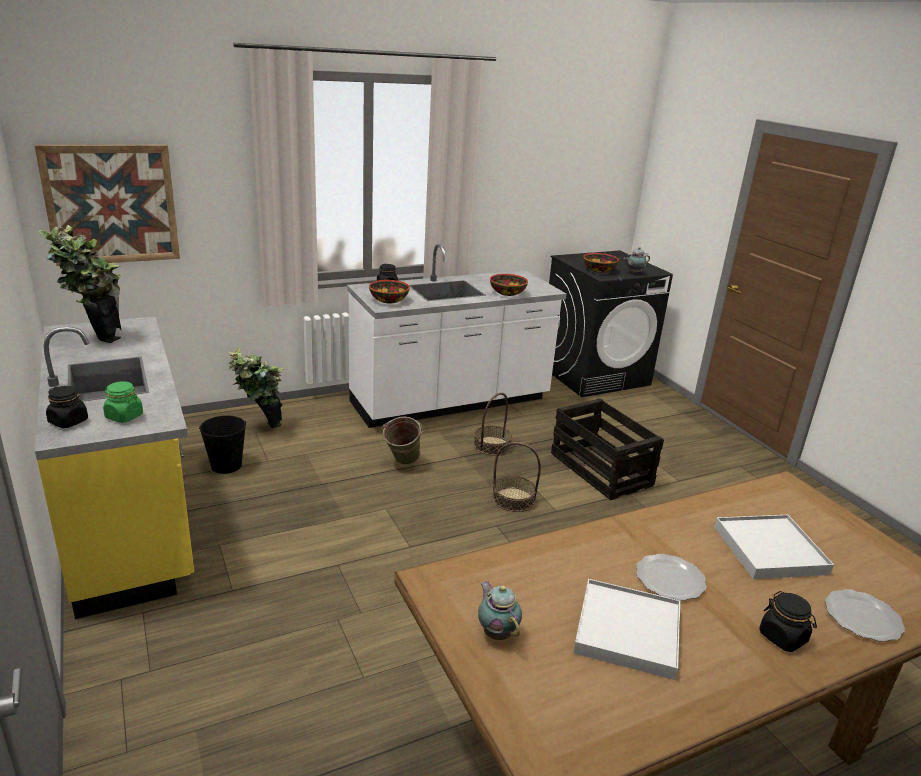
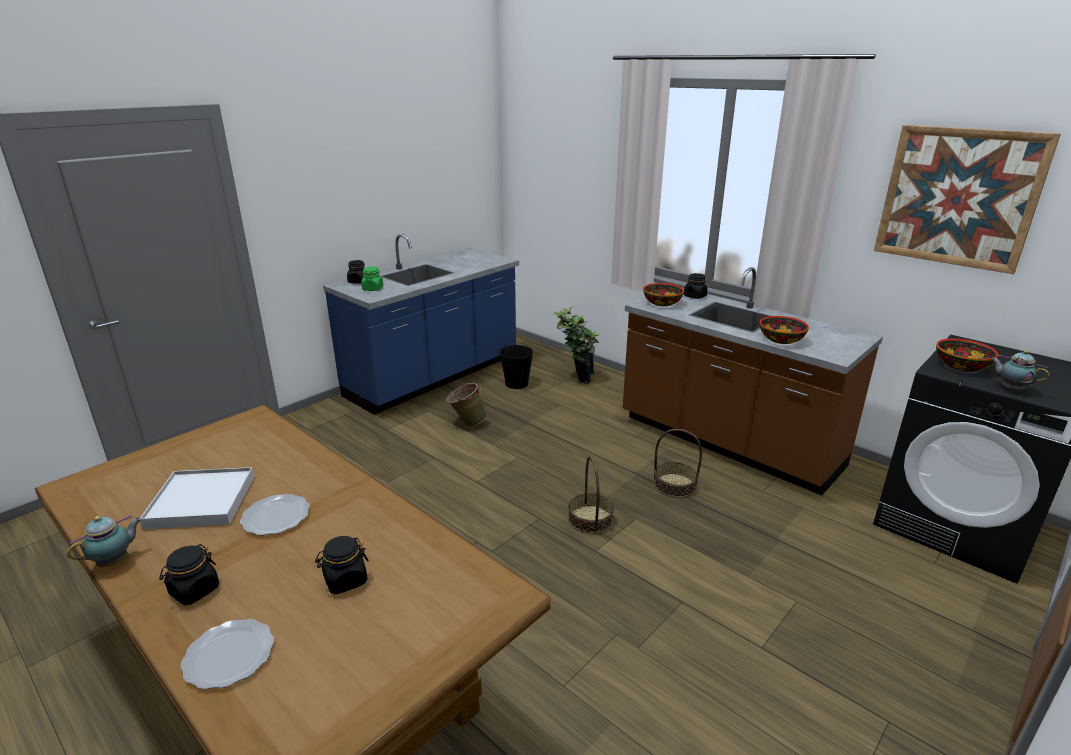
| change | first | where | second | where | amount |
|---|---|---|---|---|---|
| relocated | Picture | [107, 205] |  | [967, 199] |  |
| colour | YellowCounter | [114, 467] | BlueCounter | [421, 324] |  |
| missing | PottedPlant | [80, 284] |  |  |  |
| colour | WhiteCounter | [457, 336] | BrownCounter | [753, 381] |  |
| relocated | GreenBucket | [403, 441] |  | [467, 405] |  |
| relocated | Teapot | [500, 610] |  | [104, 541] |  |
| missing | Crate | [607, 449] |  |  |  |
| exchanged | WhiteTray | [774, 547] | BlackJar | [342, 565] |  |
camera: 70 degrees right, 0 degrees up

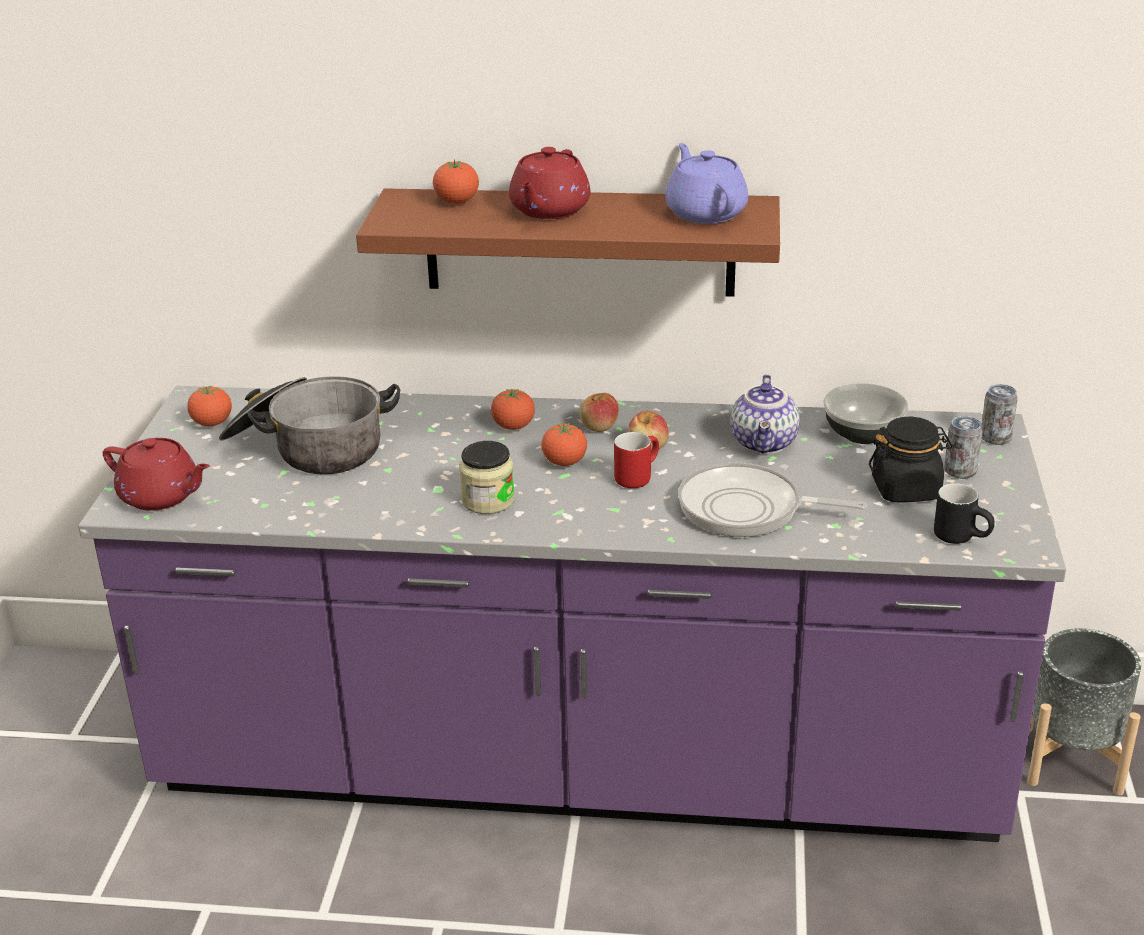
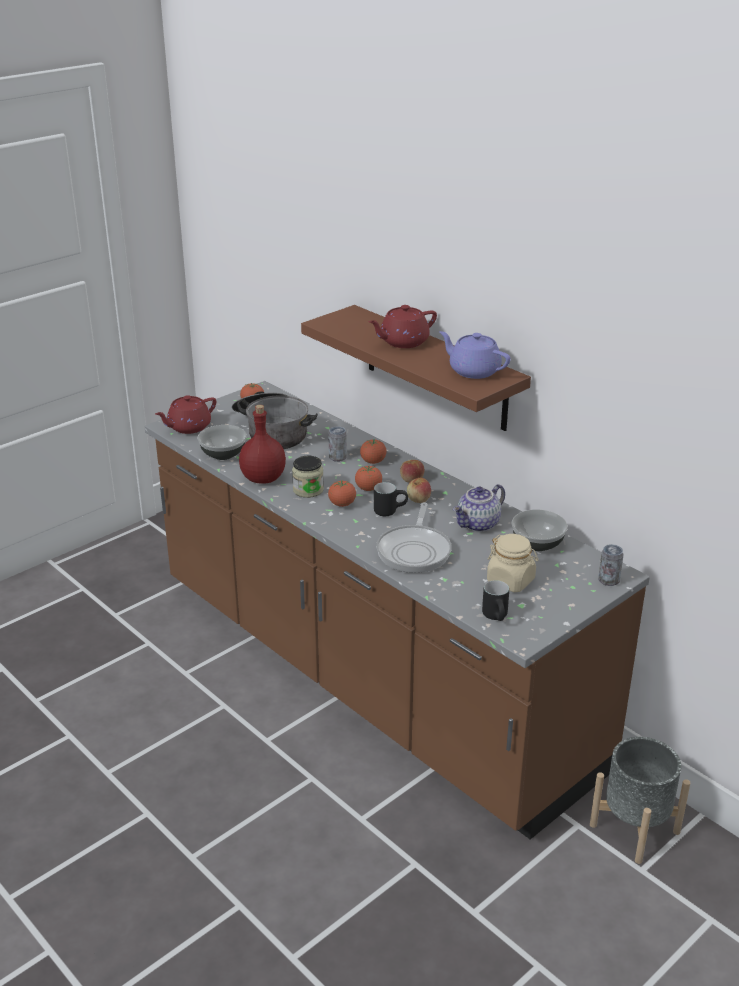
| change | first | where | second | where | amount |
|---|---|---|---|---|---|
| colour | PurpleCounter | [572, 614] | BrownCounter | [397, 610] |  |
| spun | RedTeapot | [156, 474] |  | [185, 414] | 75 degrees clockwise |
| relocated | Tomato | [456, 181] |  | [342, 493] |  |
| colour | RedMug | [636, 460] | BlackMug | [391, 499] |  |
| spun | PurpleTeapot | [706, 183] |  | [475, 355] | 75 degrees counterclockwise |
| spun | FryingPan | [772, 500] |  | [414, 538] | 135 degrees counterclockwise |
| colour | BlackJar | [910, 459] | BeigeJar | [513, 563] |  |
| relocated | Can | [963, 447] |  | [338, 444] |  |
| appeared |  |  | Bowl | [222, 442] |  |
| appeared |  |  | RedBottle | [262, 444] |  |
camera: 40 degrees right, 0 degrees up

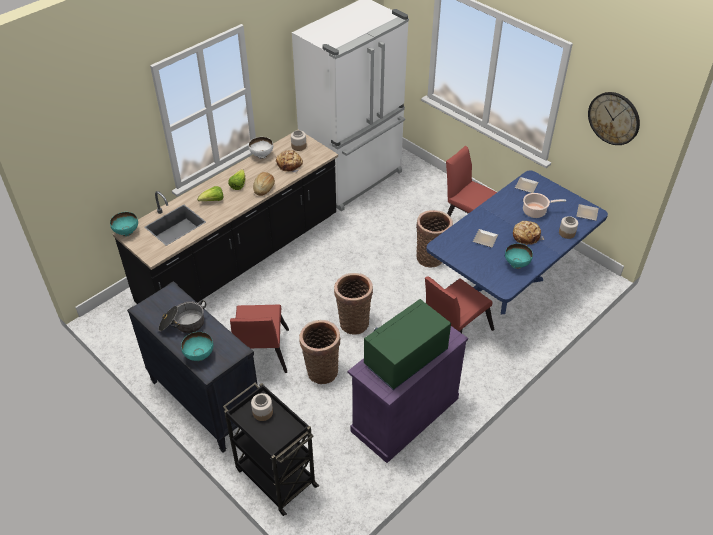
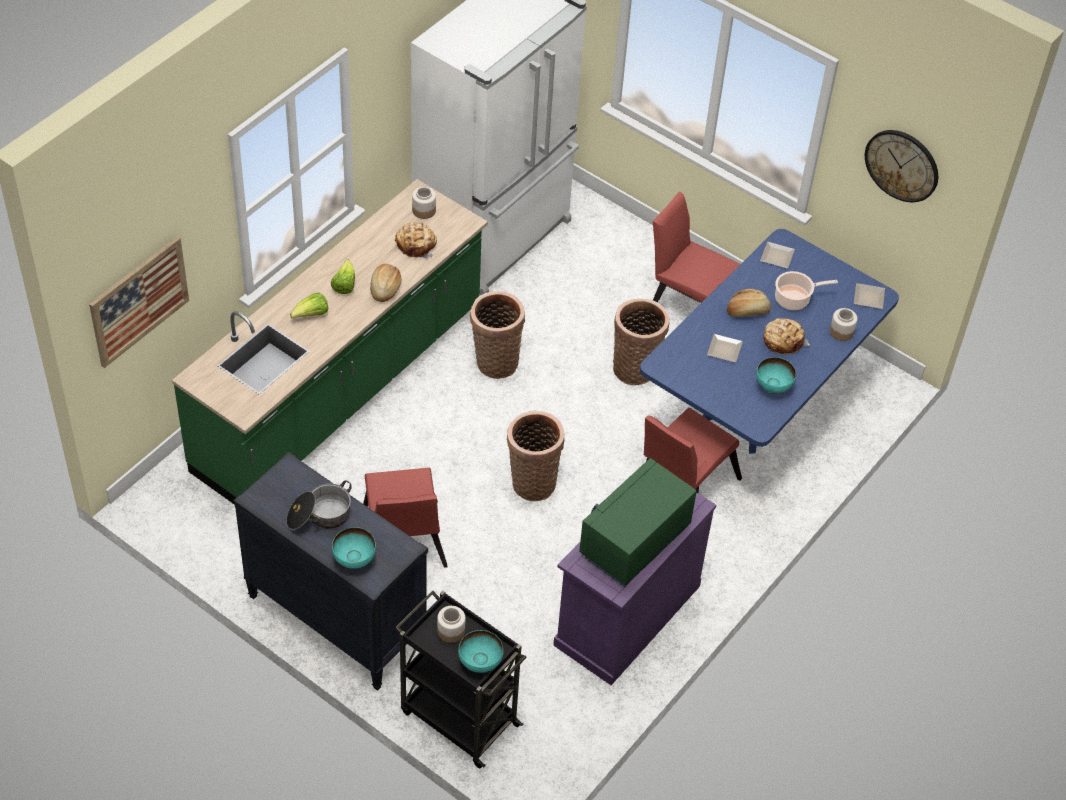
| change | first | where | second | where | amount |
|---|---|---|---|---|---|
| relocated | TurquoiseBowl | [124, 224] |  | [480, 651] |  |
| colour | BlackCounter | [225, 216] | GreenCounter | [330, 341] |  |
| missing | WhiteBowl | [261, 148] |  |  |  |
| relocated | Basket | [319, 352] |  | [497, 335] |  |
| appeared |  |  | Picture | [139, 302] |  |
| appeared |  |  | Bread | [749, 303] |  |
camera: 10 degrees left, 5 degrees up

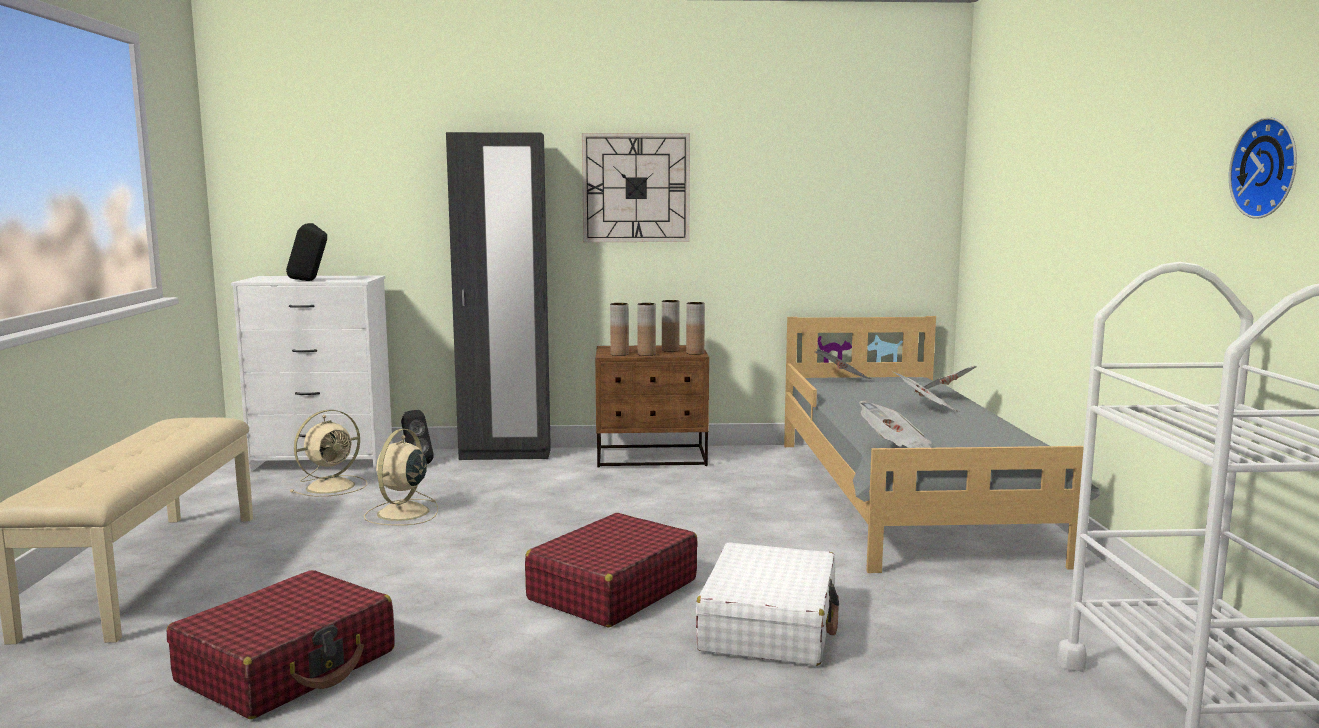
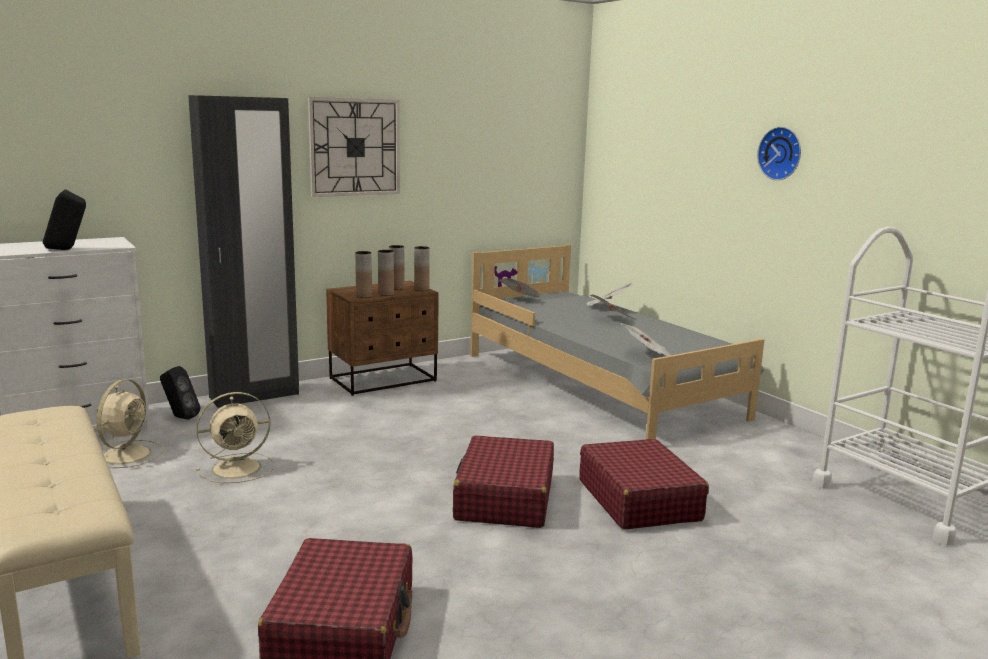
| change | first | where | second | where | amount |
|---|---|---|---|---|---|
| spun | BeigeFan | [401, 477] |  | [235, 437] | 105 degrees counterclockwise |
| colour | WhiteSuitcase | [767, 604] | RedSuitcase | [644, 484] |  |
| relocated | WallClock | [1263, 168] |  | [779, 153] |  |
camera: 30 degrees left, 5 degrees up

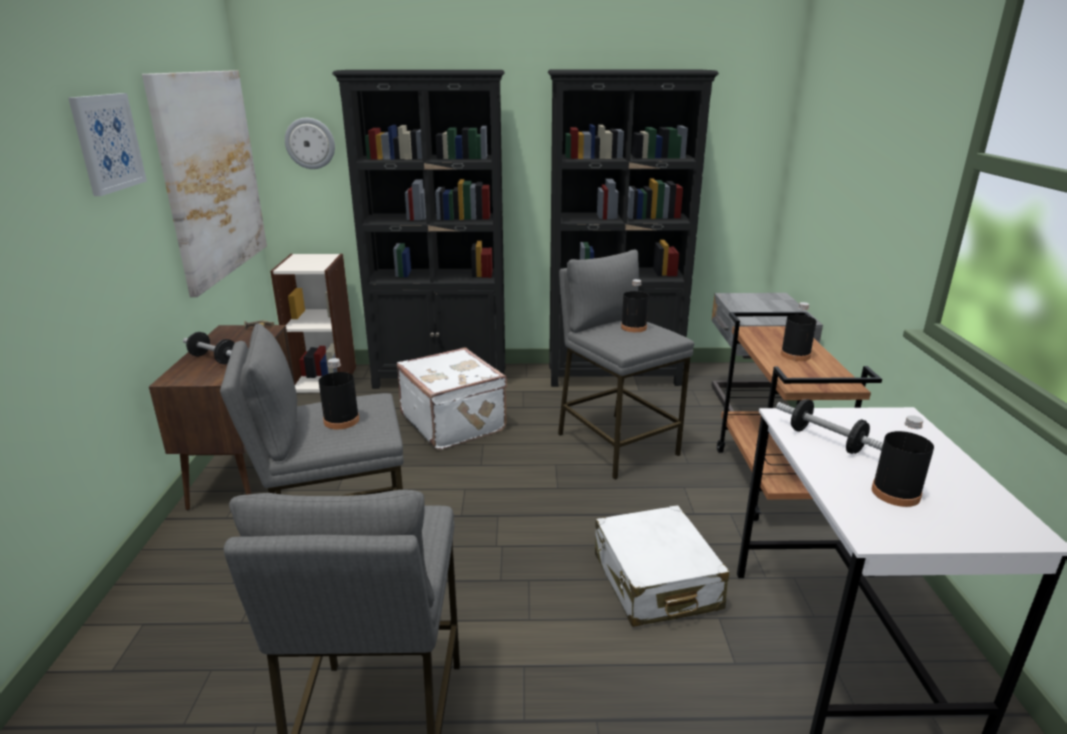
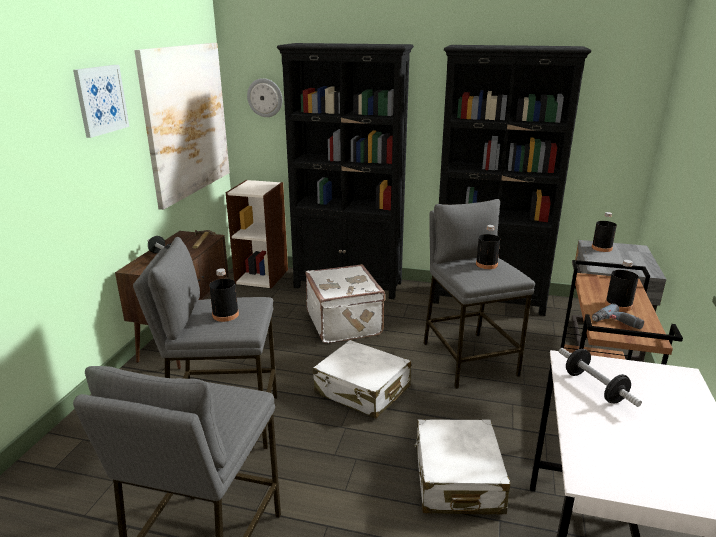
| change | first | where | second | where | amount |
|---|---|---|---|---|---|
| relocated | BlackBottle | [903, 461] |  | [604, 232] |  |
| appeared |  |  | WhiteSuitcase | [362, 379] |  |
| appeared |  |  | PowerDrill | [618, 316] |  |
camera: 15 degrees right, 0 degrees up

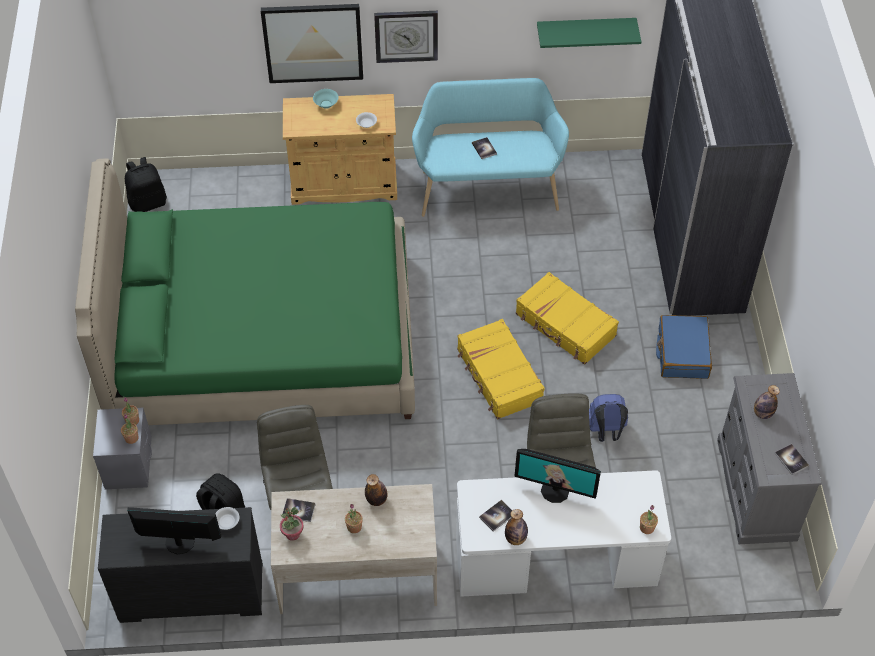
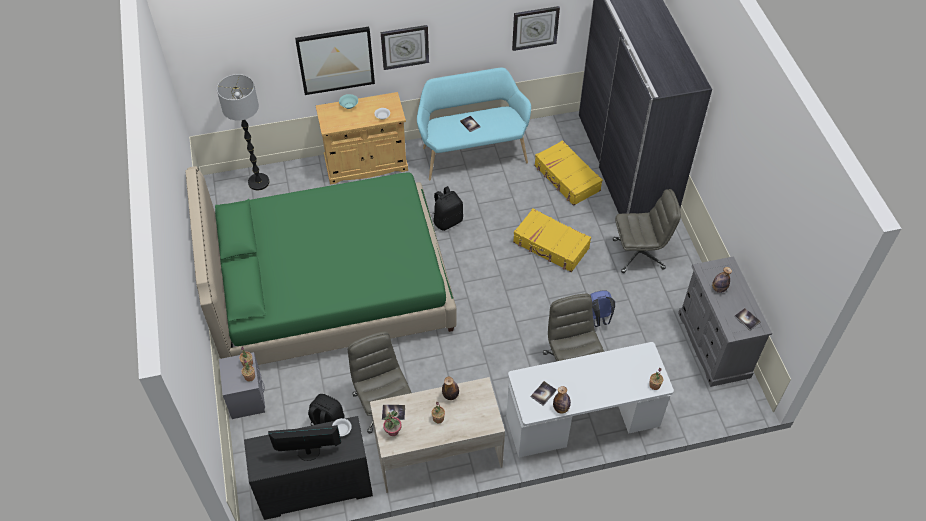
| change | first | where | second | where | amount |
|---|---|---|---|---|---|
| relocated | BlackBackpack | [146, 184] |  | [448, 208] |  |
| relocated | YellowSuitcase | [501, 369] |  | [568, 173] |  |
| missing | Monitor | [557, 476] |  |  |  |
| exchanged | GreenShelf | [589, 33] | WallClock | [536, 28] |  |
| exchanged | BlueSuitcase | [684, 347] | GreyOfficeChair | [647, 231] |  |
| appeared |  |  | FloorLamp | [243, 132] |  |
camera: 10 degrees left, 0 degrees up

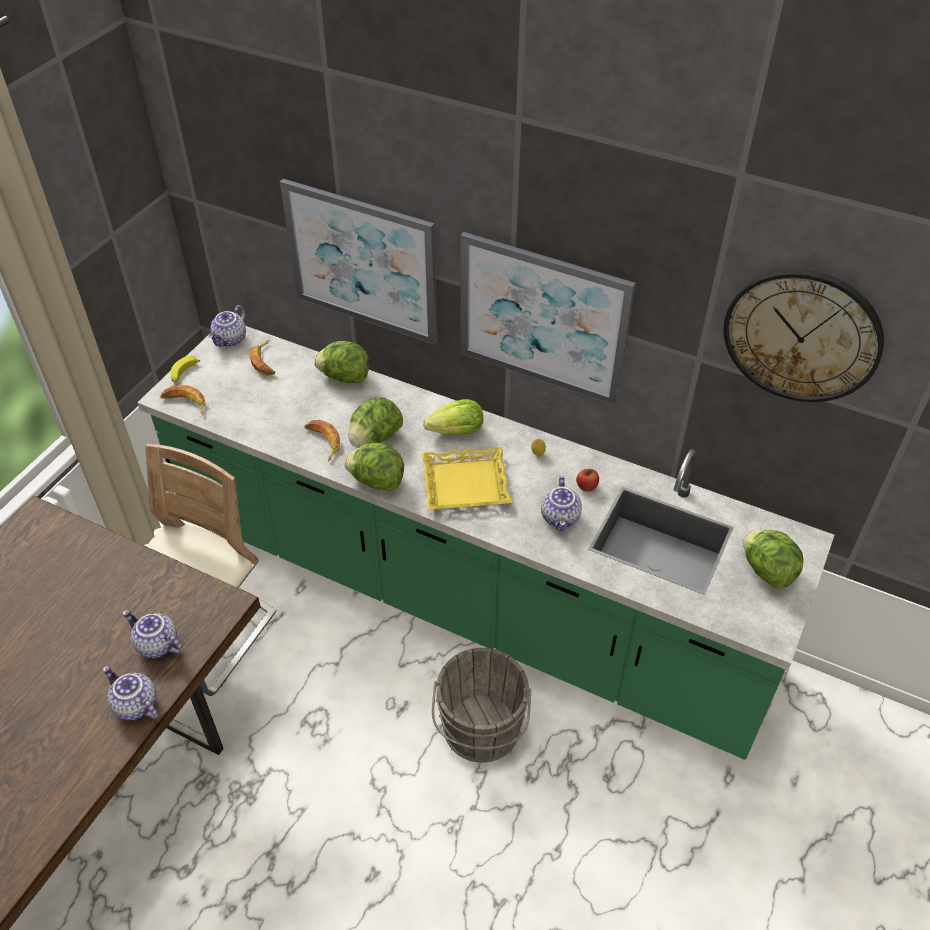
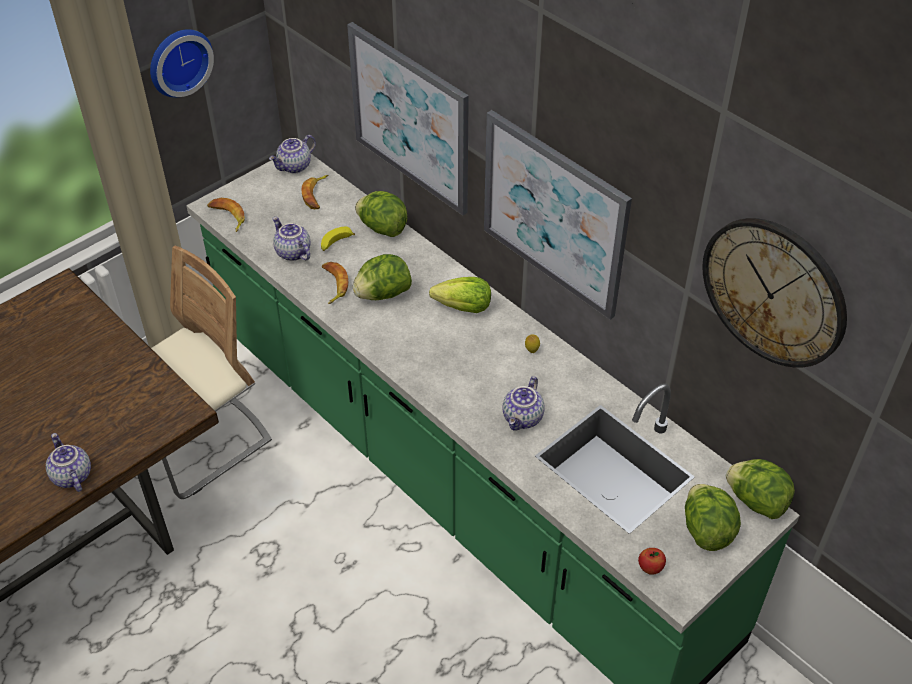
| change | first | where | second | where | amount |
|---|---|---|---|---|---|
| relocated | Teapot | [152, 634] |  | [291, 239] |  |
| relocated | Banana | [185, 368] |  | [338, 239] |  |
| relocated | Lettuce | [374, 466] |  | [760, 489] |  |
| missing | YellowTray | [467, 478] |  |  |  |
| missing | GreyBucket | [481, 705] |  |  |  |
| relocated | Apple | [587, 480] |  | [652, 561] |  |
| appeared |  |  | WallClock | [182, 63] |  |
camera: 20 degrees right, 0 degrees up

